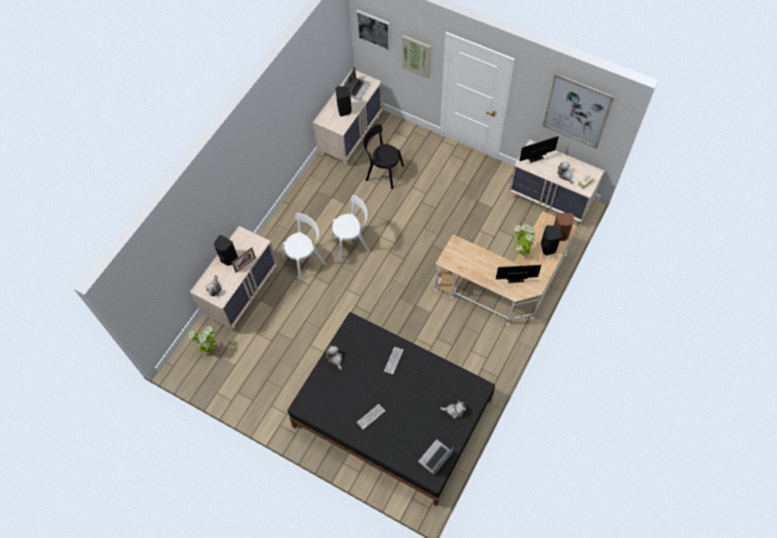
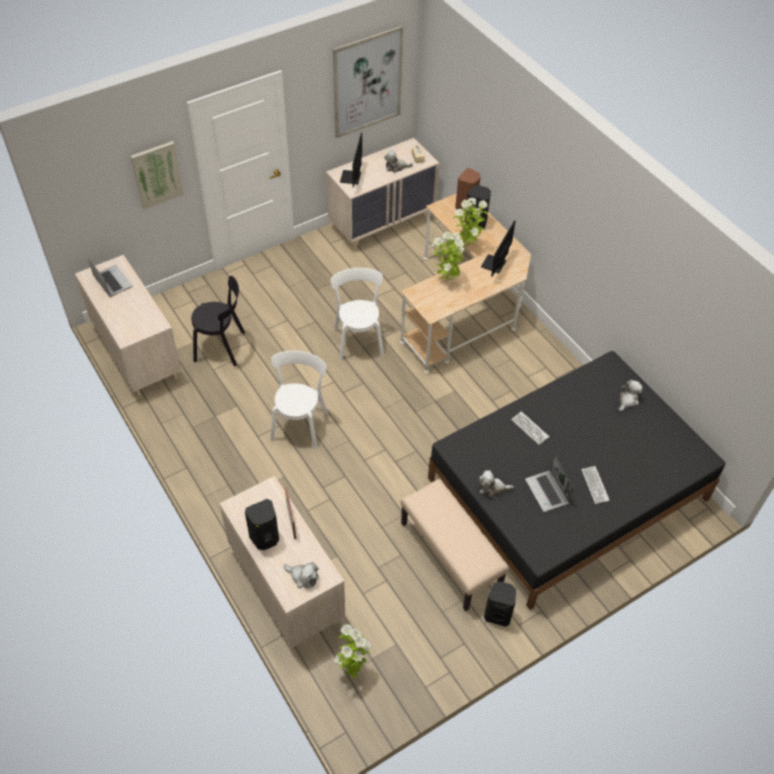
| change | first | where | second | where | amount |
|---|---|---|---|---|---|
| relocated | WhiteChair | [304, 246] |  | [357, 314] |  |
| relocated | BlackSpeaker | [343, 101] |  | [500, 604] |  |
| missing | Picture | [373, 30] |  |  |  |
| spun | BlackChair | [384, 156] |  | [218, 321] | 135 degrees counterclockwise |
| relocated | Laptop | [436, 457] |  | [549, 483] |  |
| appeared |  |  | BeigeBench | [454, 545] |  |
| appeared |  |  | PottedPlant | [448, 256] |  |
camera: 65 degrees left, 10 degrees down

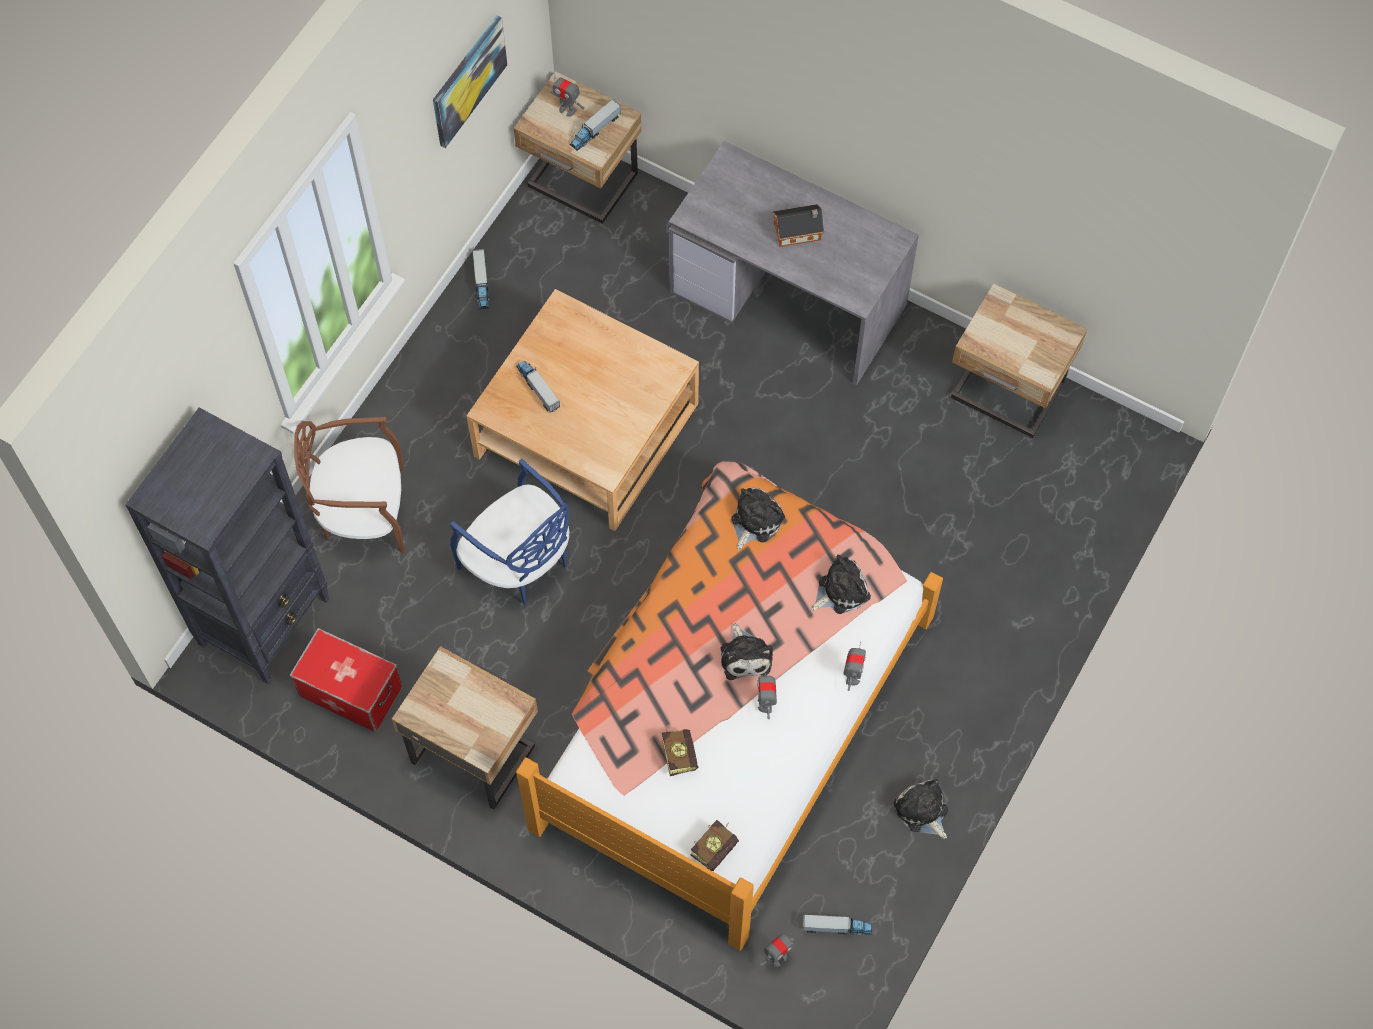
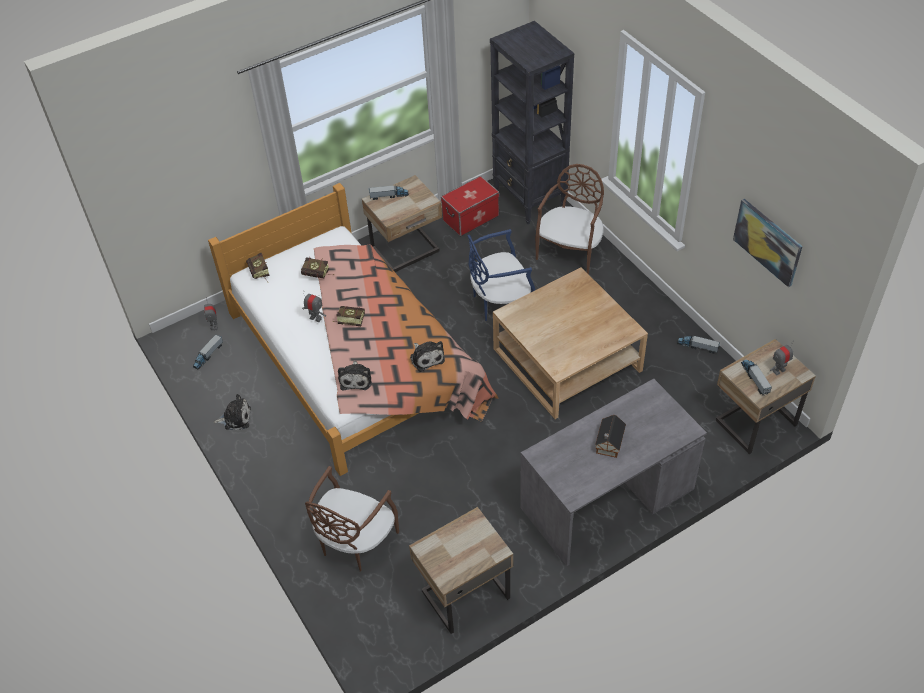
| change | first | where | second | where | amount |
|---|---|---|---|---|---|
| relocated | ToyTruck | [538, 387] |  | [389, 192] |  |
| exchanged | PlushToy | [747, 651] | Book | [349, 316] |  |
| missing | ToyRobot | [855, 666] |  |  |  |
| appeared |  |  | BrownChair | [352, 519] |  |
camera: 120 degrees right, 15 degrees down

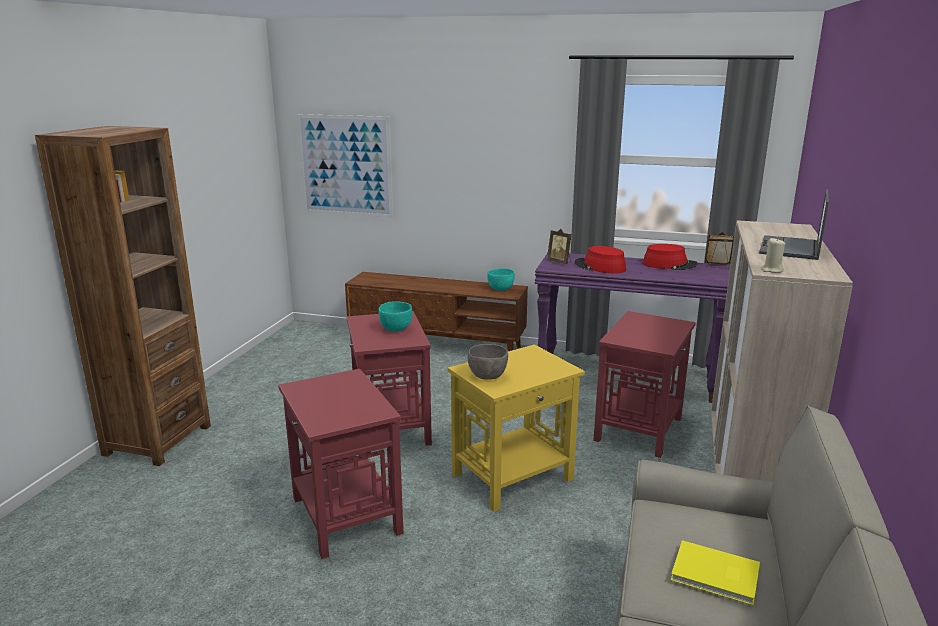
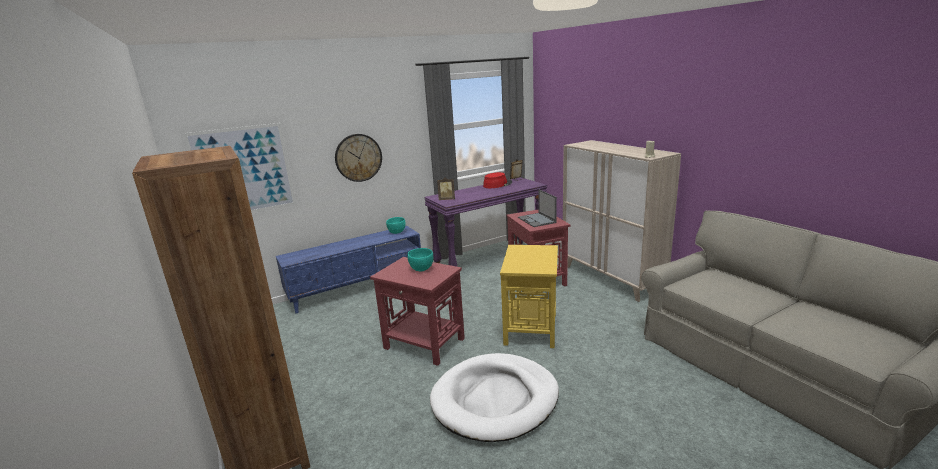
| change | first | where | second | where | amount |
|---|---|---|---|---|---|
| exchanged | RedSideTable | [341, 464] | WhiteDogBed | [494, 397] |  |
| colour | BrownTvStand | [436, 311] | BlueTvStand | [348, 269] |  |
| missing | GreyBowl | [488, 362] |  |  |  |
| missing | RedHat | [600, 259] |  |  |  |
| missing | YellowBook | [715, 572] |  |  |  |
| relocated | Laptop | [794, 224] |  | [537, 208] |  |
| appeared |  |  | WallClock | [358, 158] |  |
camera: 45 degrees left, 0 degrees up

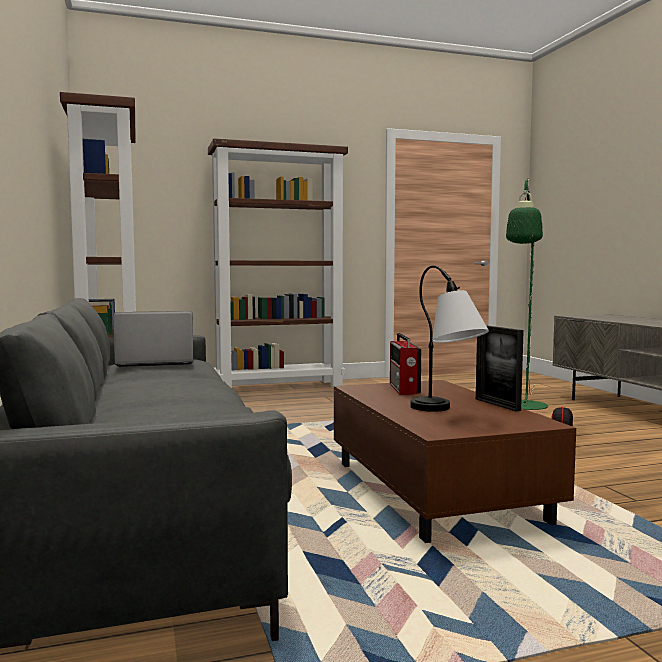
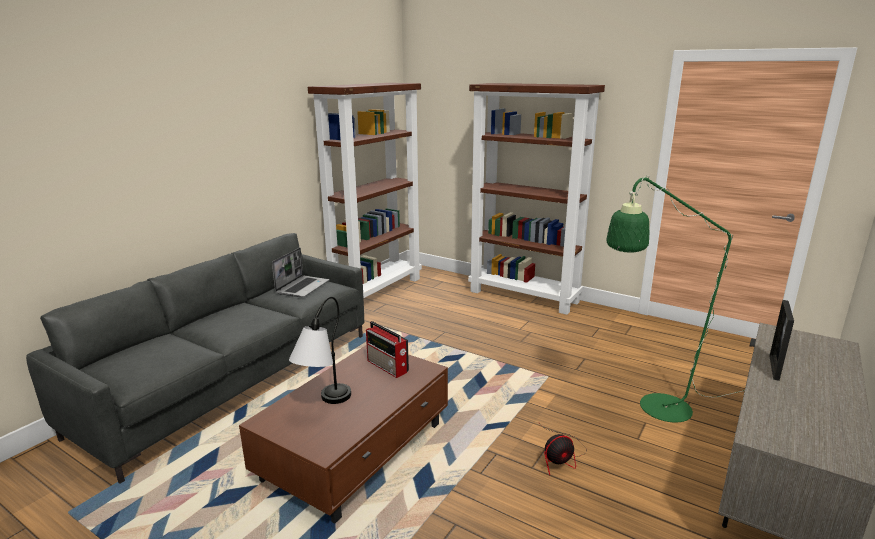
| change | first | where | second | where | amount |
|---|---|---|---|---|---|
| spun | Laptop | [153, 339] |  | [300, 272] | 75 degrees clockwise |
| spun | Radio | [405, 364] |  | [387, 349] | 90 degrees counterclockwise |
| relocated | PictureFrame | [500, 368] |  | [782, 340] |  |
camera: 50 degrees right, 15 degrees up

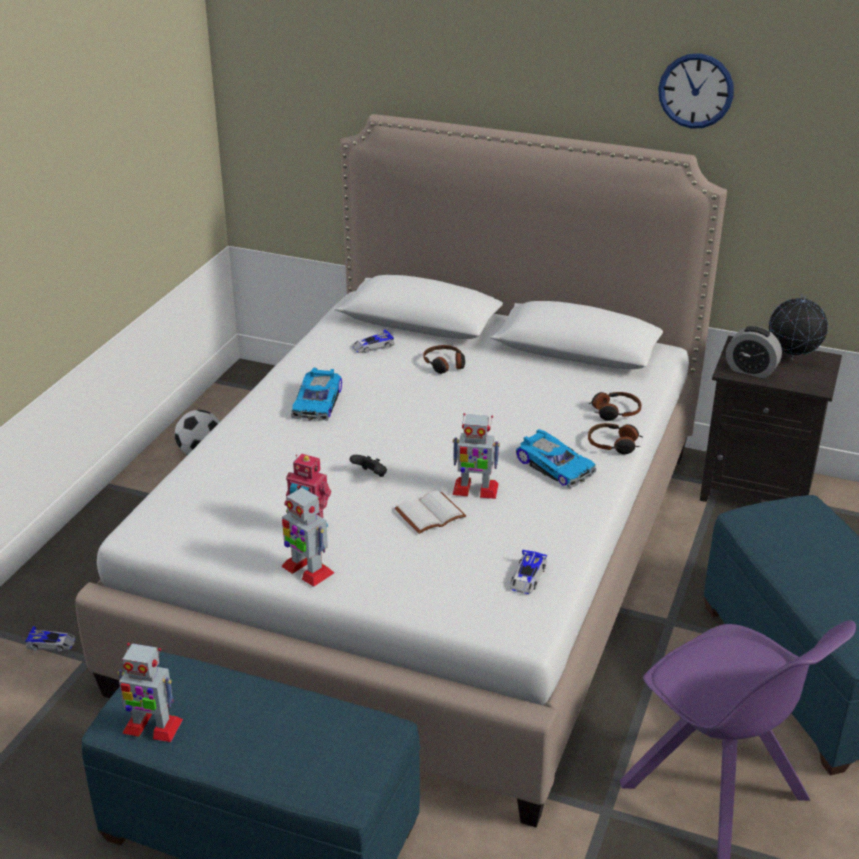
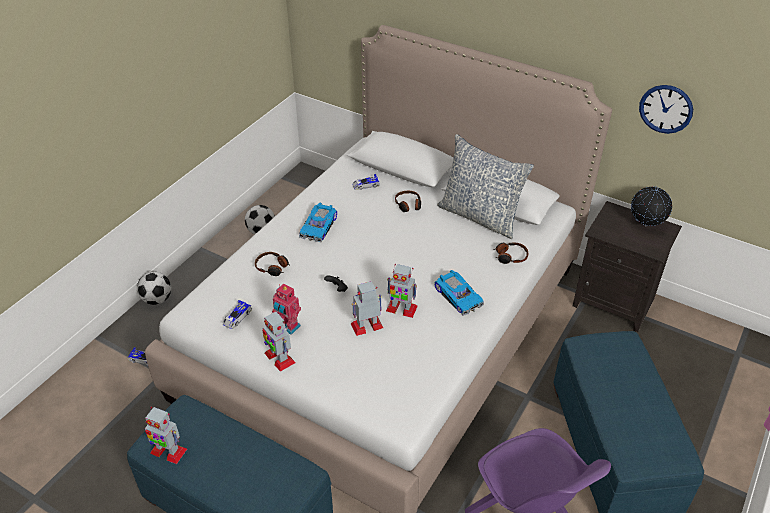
| change | first | where | second | where | amount |
|---|---|---|---|---|---|
| exchanged | WhiteBook | [430, 512] | ToyRobot | [367, 308] |  |
| relocated | ToyCar | [528, 572] |  | [237, 314] |  |
| relocated | Headphones | [615, 438] |  | [272, 264] |  |
| relocated | WallClock | [696, 91] |  | [666, 109] |  |
| missing | AlarmClock | [754, 352] |  |  |  |
| appeared |  |  | Football | [154, 288] |  |
| appeared |  |  | Pillow | [485, 186] |  |
camera: 10 degrees right, 10 degrees up

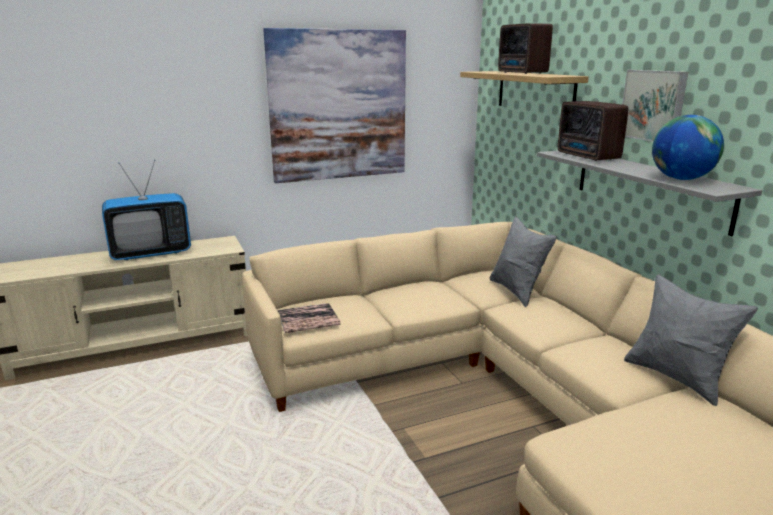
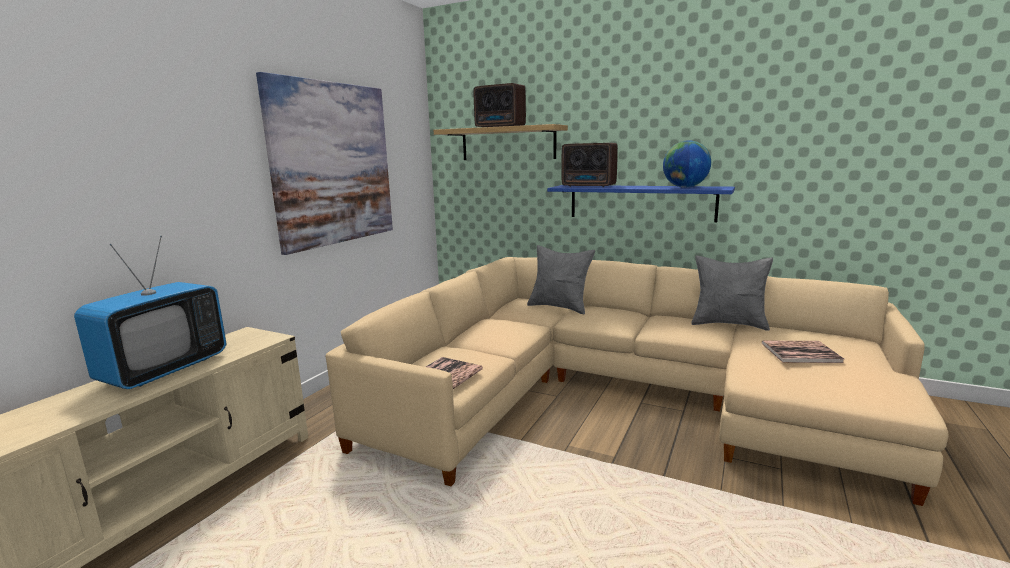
| change | first | where | second | where | amount |
|---|---|---|---|---|---|
| colour | GreyShelf | [649, 193] | BlueShelf | [641, 203] |  |
| missing | Picture | [655, 106] |  |  |  |
| appeared |  |  | Book | [803, 352] |  |
camera: 40 degrees left, 5 degrees down

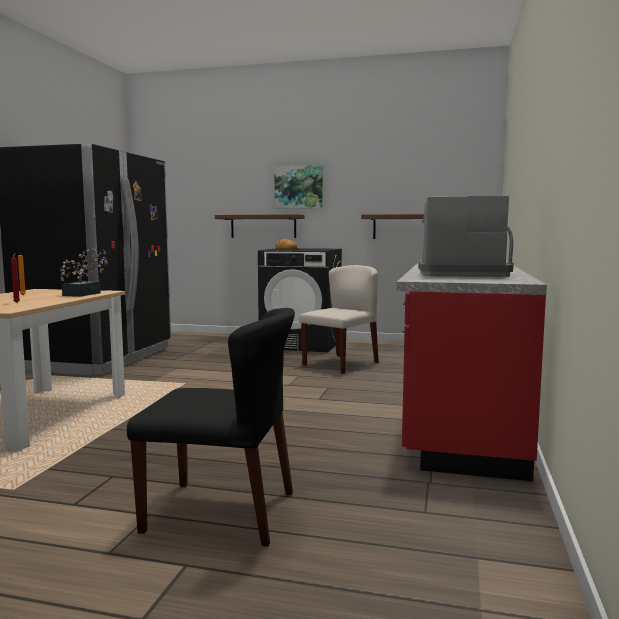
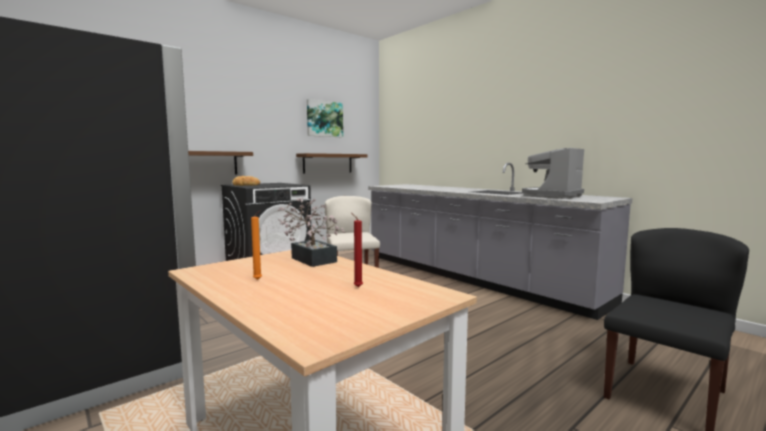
| change | first | where | second | where | amount |
|---|---|---|---|---|---|
| relocated | Picture | [298, 187] |  | [325, 118] |  |
| colour | RedCounter | [471, 353] | GreyCounter | [500, 241] |  |
camera: 55 degrees left, 0 degrees up

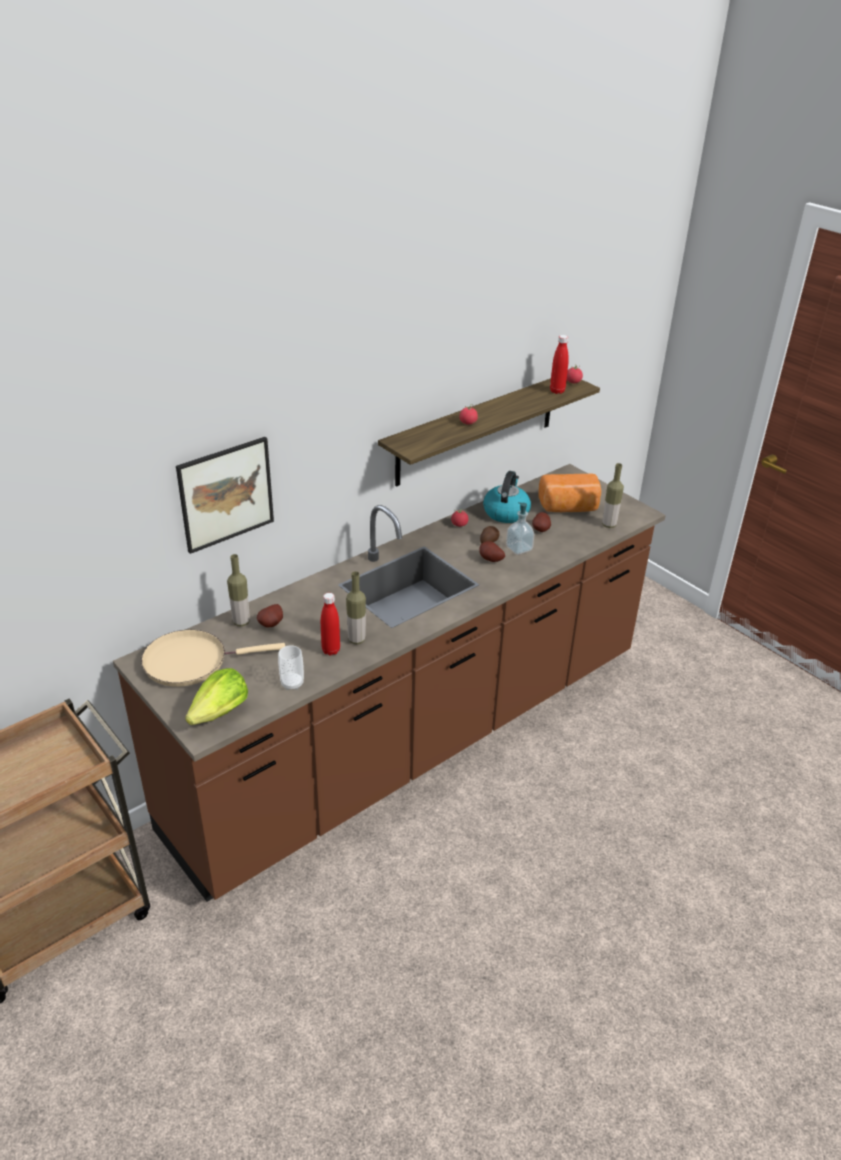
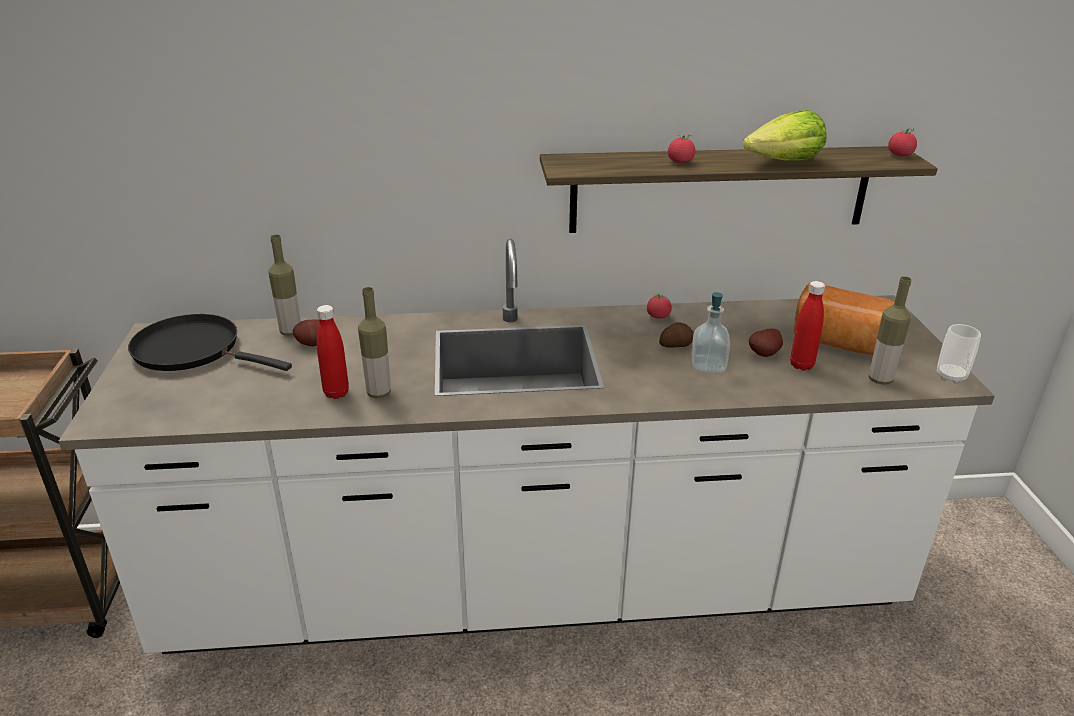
| change | first | where | second | where | amount |
|---|---|---|---|---|---|
| colour | BrownCounter | [389, 683] | WhiteCounter | [527, 446] |  |
| colour | BeigeFryingPan | [213, 658] | BlackFryingPan | [210, 342] |  |
| missing | Picture | [225, 495] |  |  |  |
| relocated | Lettuce | [216, 696] |  | [785, 135] |  |
| relocated | Cup | [291, 667] |  | [958, 354] |  |
| missing | Potato | [492, 551] |  |  |  |
| missing | Kettle | [507, 497] |  |  |  |
| relocated | RedBottle | [559, 364] |  | [807, 326] |  |
camera: 35 degrees right, 5 degrees down

